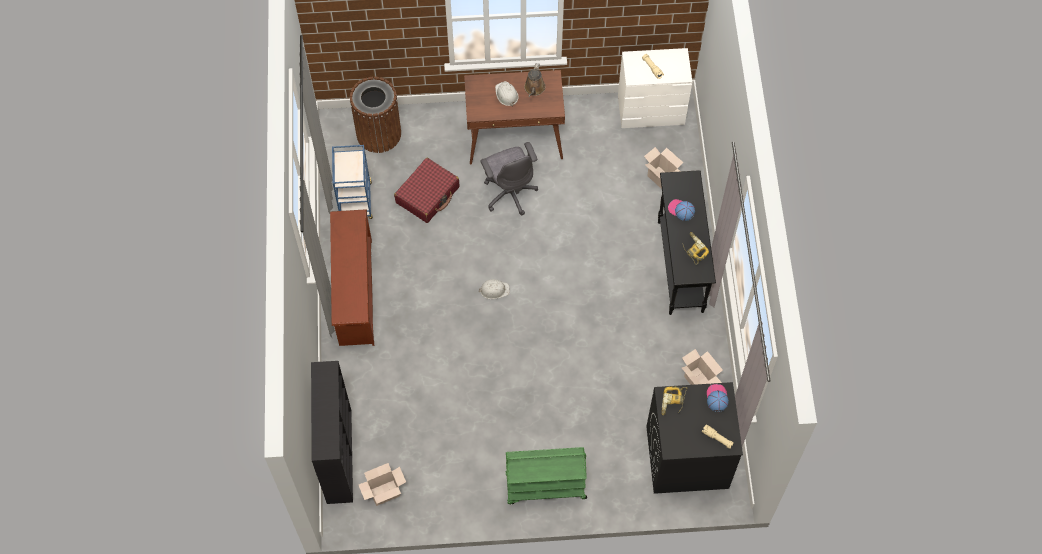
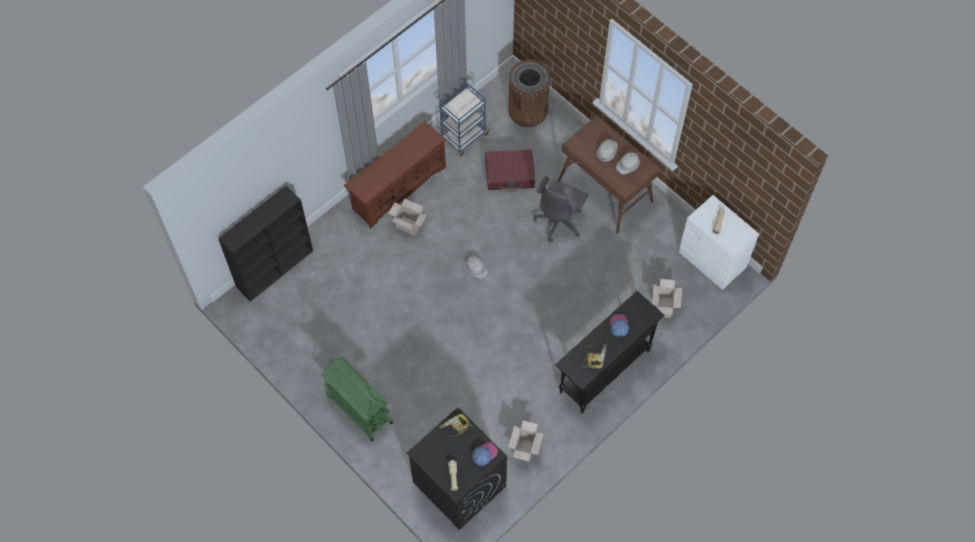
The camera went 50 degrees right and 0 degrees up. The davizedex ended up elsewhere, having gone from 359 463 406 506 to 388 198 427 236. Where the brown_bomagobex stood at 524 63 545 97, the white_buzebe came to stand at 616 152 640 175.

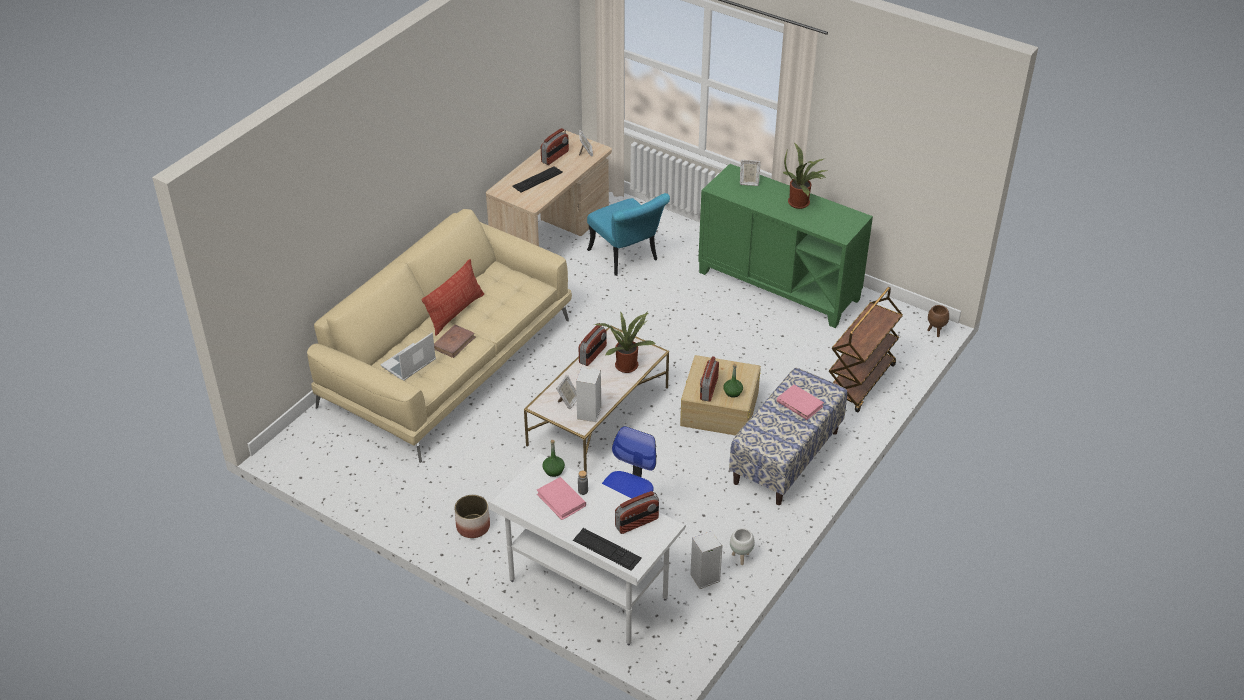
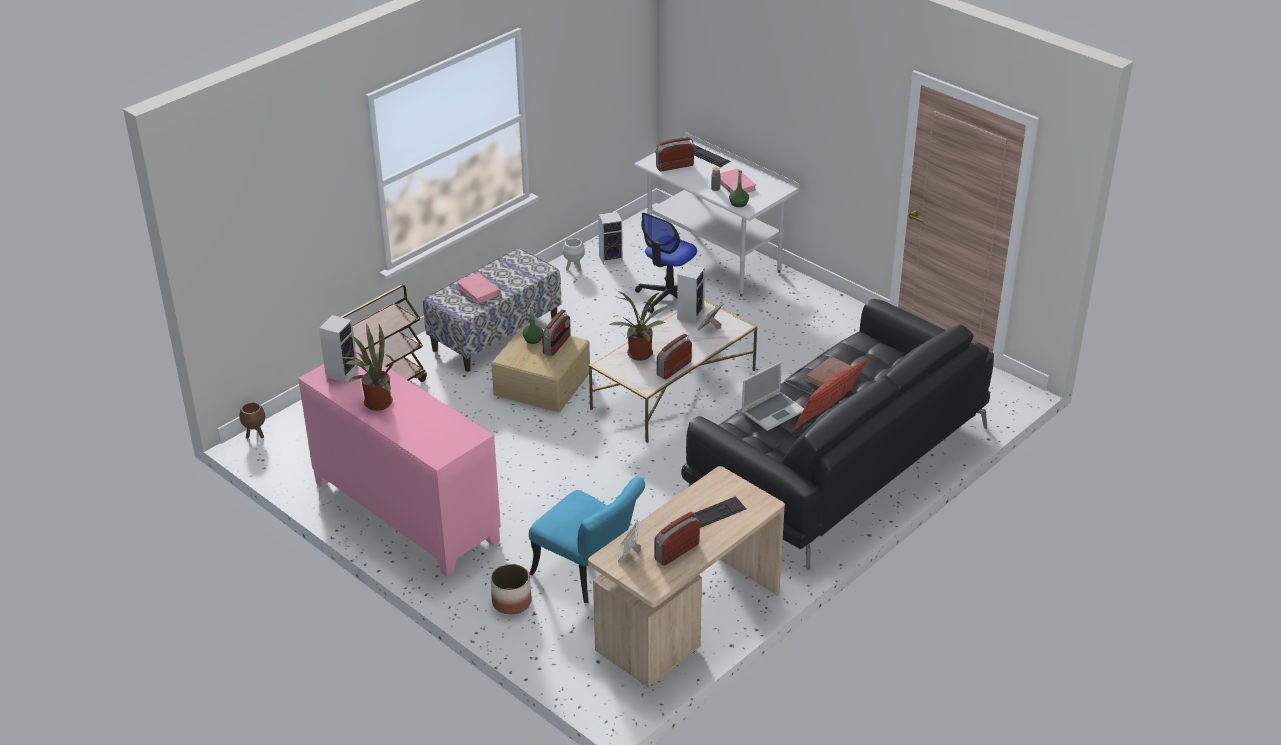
The camera went 170 degrees left and 5 degrees down. The second view lost the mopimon at 740 160 761 186. The second view gained the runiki at 319 315 358 382. The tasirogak ended up elsewhere, having gone from 381 333 436 381 to 741 361 804 431. The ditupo ended up elsewhere, having gone from 454 495 490 538 to 491 564 532 614. What was the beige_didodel at 307 209 572 463 turned into the black_didodel at 681 299 994 570. What was the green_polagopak at 698 164 873 328 turned into the pink_polagopak at 298 347 501 577. The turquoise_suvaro at 587 193 670 276 ended up facing another way, 150 degrees clockwise from before.

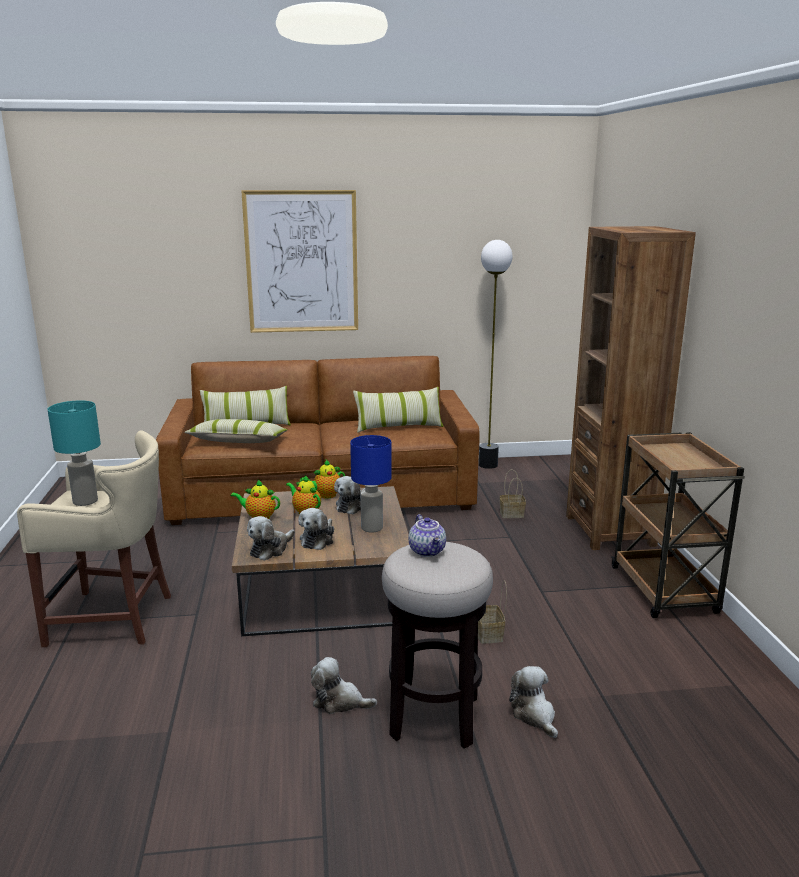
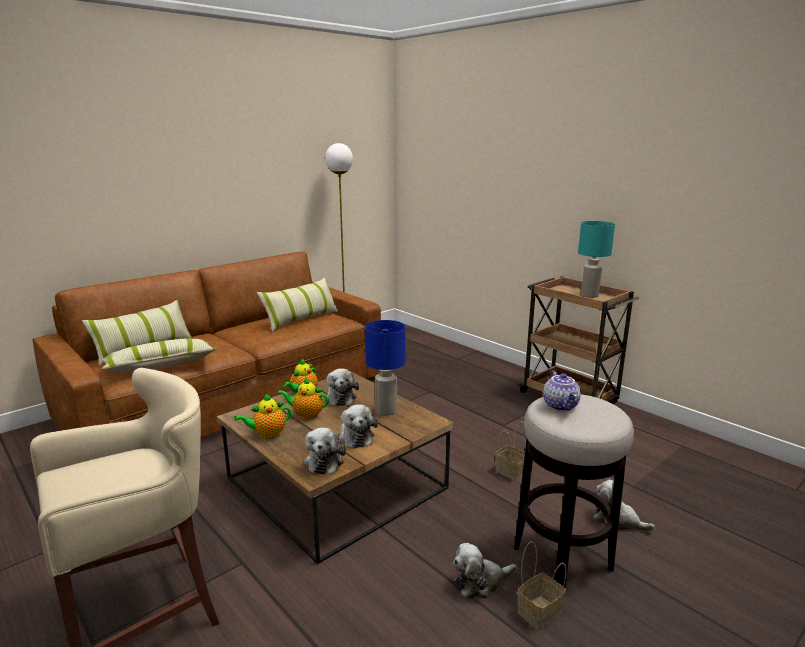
The camera went 35 degrees left and 0 degrees up. The second view lost the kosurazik at 241 190 358 333. The second view lost the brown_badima at 566 226 696 550. The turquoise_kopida ended up elsewhere, having gone from 48 400 101 506 to 578 221 615 298. The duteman ended up elsewhere, having gone from 500 469 526 518 to 517 541 566 630. The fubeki at 408 514 446 557 ended up facing another way, 45 degrees clockwise from before.

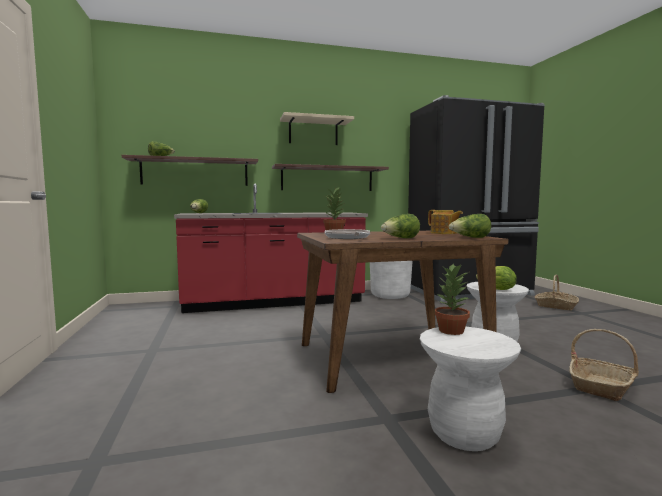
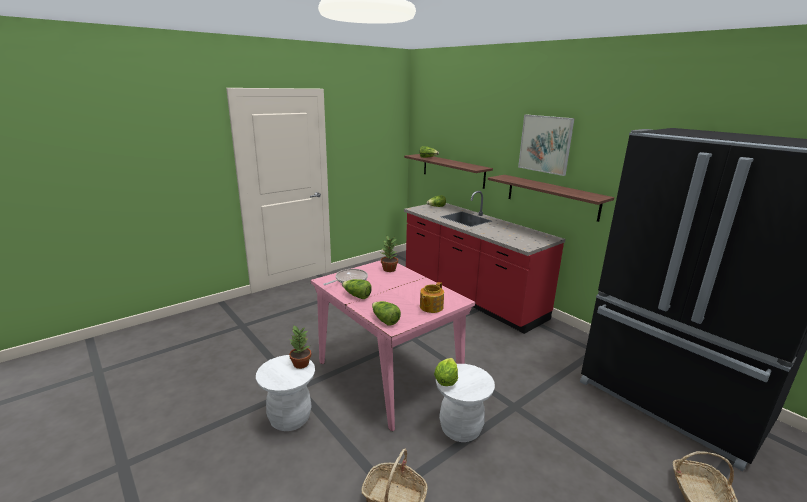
The camera went 65 degrees right and 15 degrees up. The second view lost the white_ditupo at 370 261 413 299. Where the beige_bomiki hung at 280 112 354 145, the kosurazik came to hang at 518 114 575 176. What was the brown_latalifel at 297 231 509 393 turned into the pink_latalifel at 311 260 475 431.

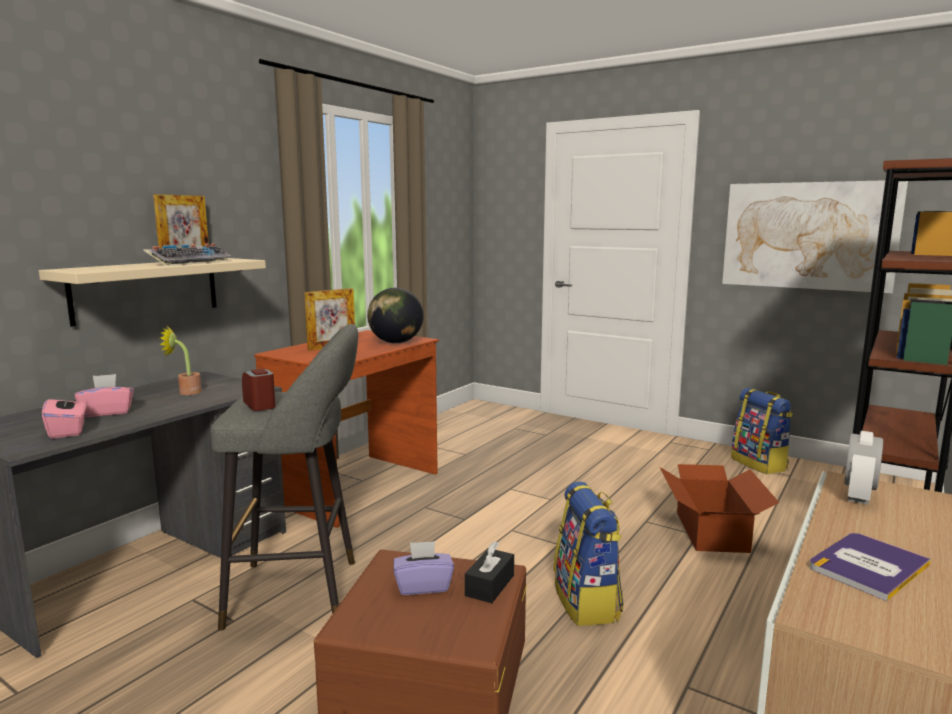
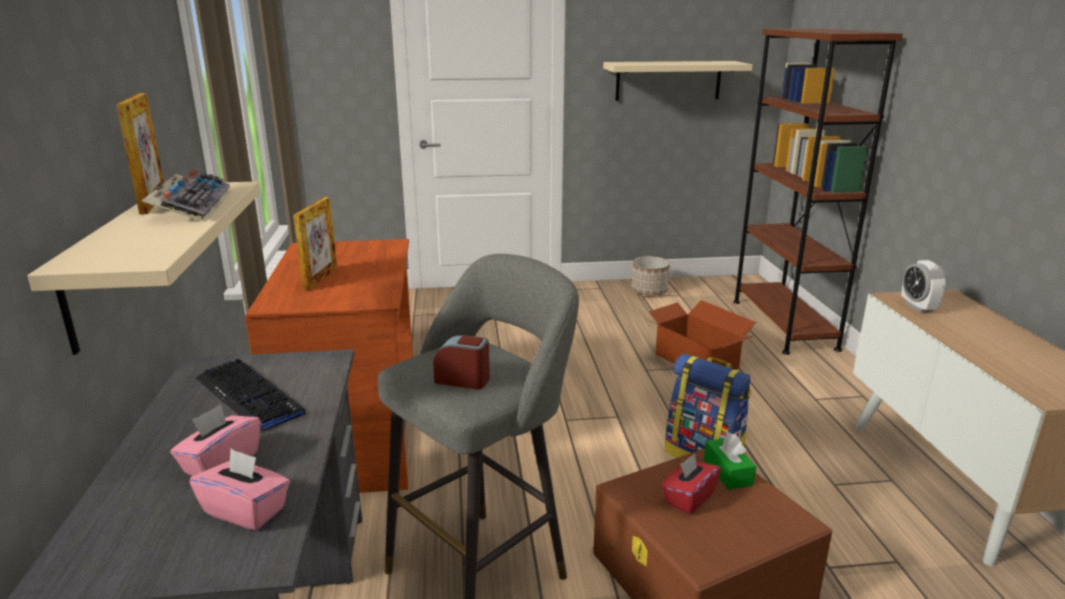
The camera went 40 degrees left and 10 degrees up. The second view lost the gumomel at 367 288 423 343. The second view lost the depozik at 809 533 931 601. Where the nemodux stood at 159 326 202 395, the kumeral came to stand at 196 359 306 431. Where the kosurazik hung at 722 180 908 293, the beige_bomiki came to hang at 603 61 753 101. Where the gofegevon stood at 731 388 793 474, the ditupo came to stand at 631 256 670 295. What was the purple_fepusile at 394 541 454 595 turned into the red_fepusile at 661 453 721 514. What was the black_fepusile at 465 541 514 603 turned into the green_fepusile at 704 432 756 490.

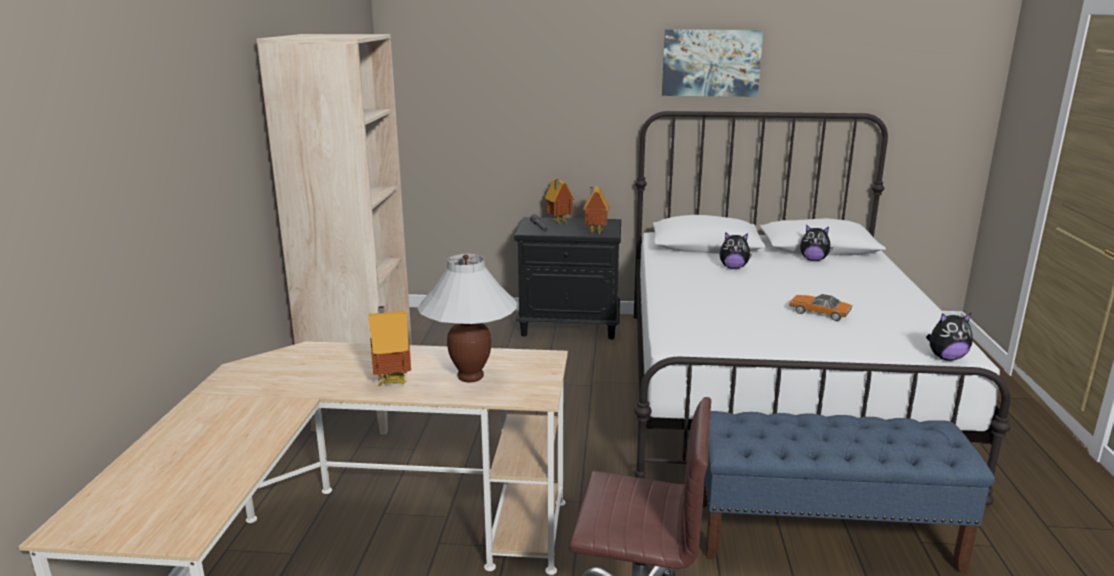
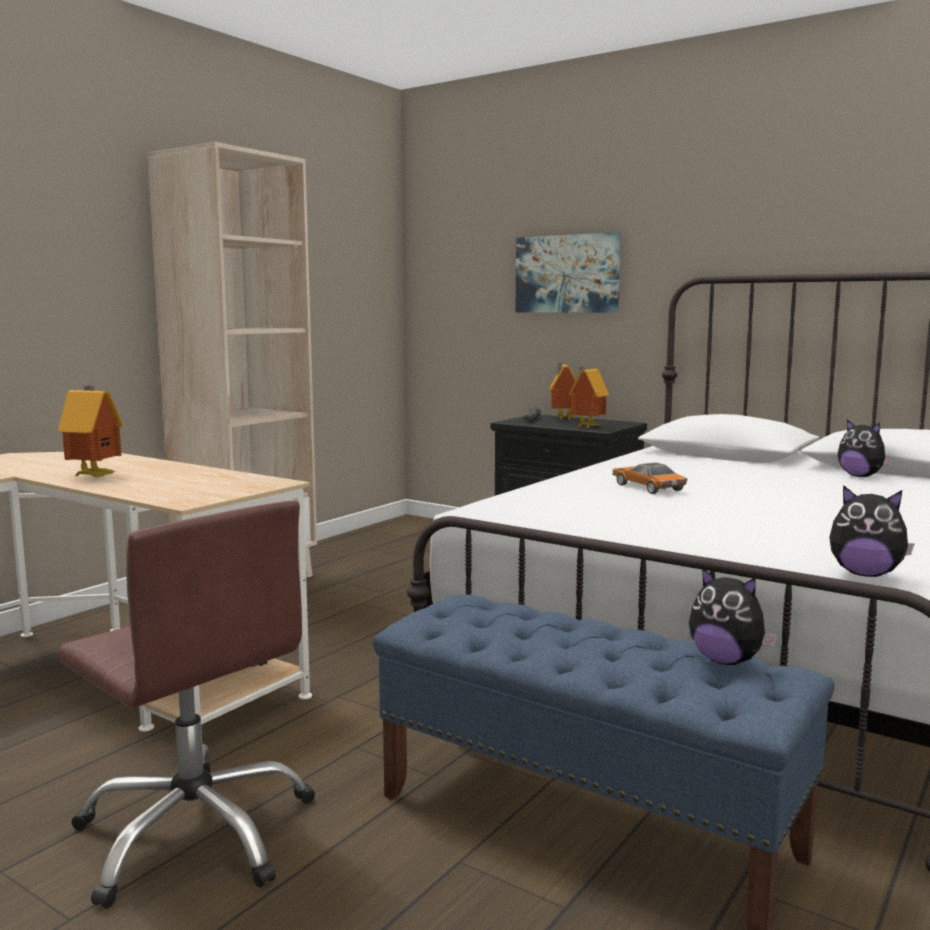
The camera went 30 degrees right and 10 degrees down. The second view lost the white_kopida at 418 254 517 382. The kosurazik ended up elsewhere, having gone from 662 30 763 97 to 515 232 621 313. The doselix ended up elsewhere, having gone from 720 232 752 269 to 689 567 778 665. The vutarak ended up elsewhere, having gone from 789 294 852 321 to 612 463 688 494.

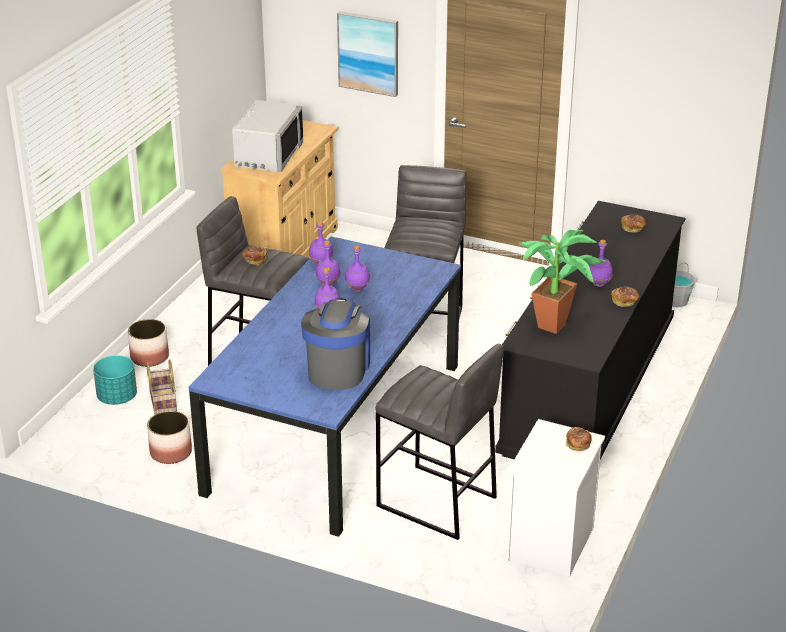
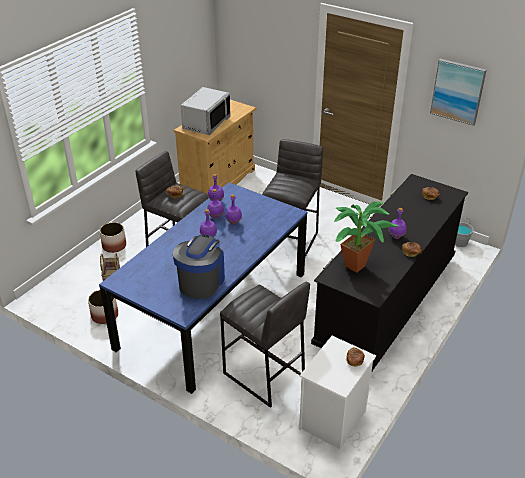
The camera went 10 degrees right and 5 degrees up. The second view lost the turquoise_ditupo at 93 355 137 405. The kosurazik ended up elsewhere, having gone from 337 11 398 97 to 430 59 486 126.

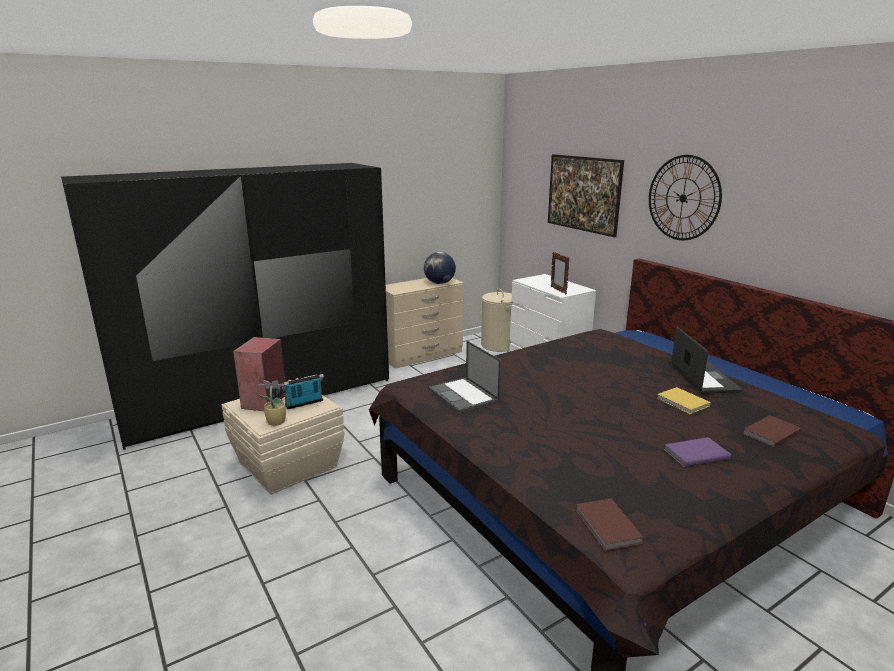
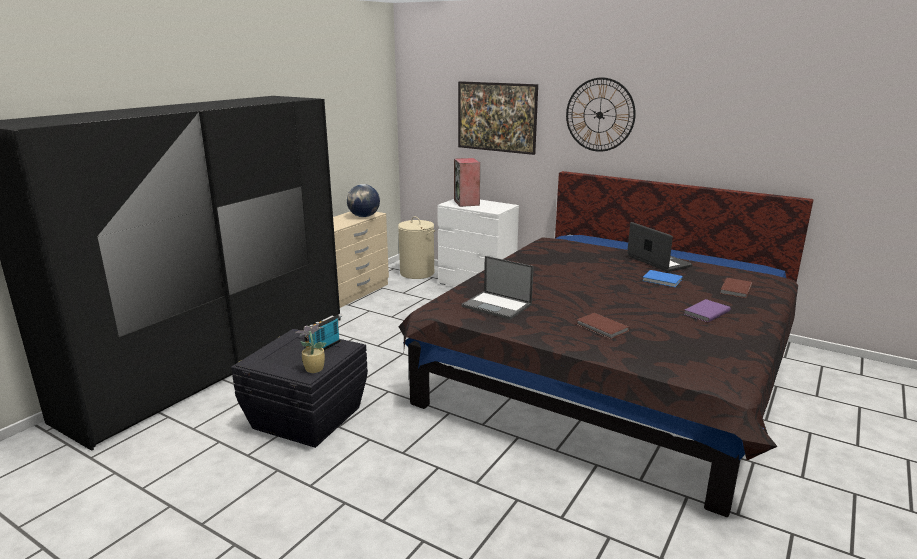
The camera went 25 degrees left and 0 degrees up. The second view lost the mopimon at 551 252 570 294. The runiki ended up elsewhere, having gone from 233 337 285 411 to 454 158 480 207. The brown_depozik ended up elsewhere, having gone from 576 499 645 551 to 577 313 630 339. What was the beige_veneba at 222 395 344 495 turned into the black_veneba at 231 329 368 448. What was the yellow_depozik at 657 387 710 414 turned into the blue_depozik at 642 270 683 287.

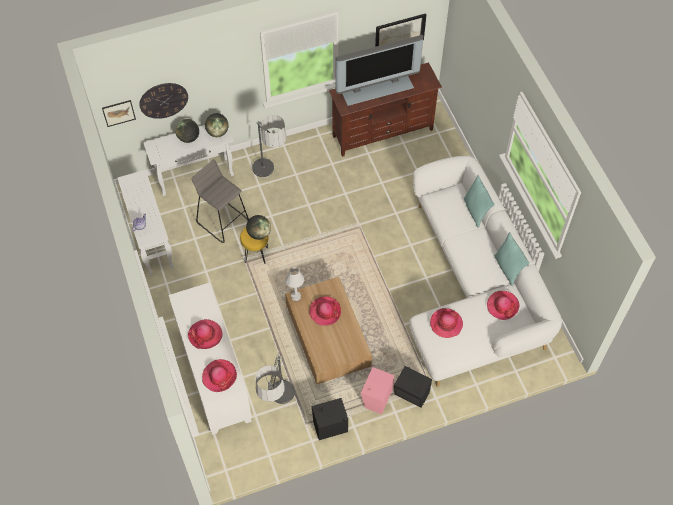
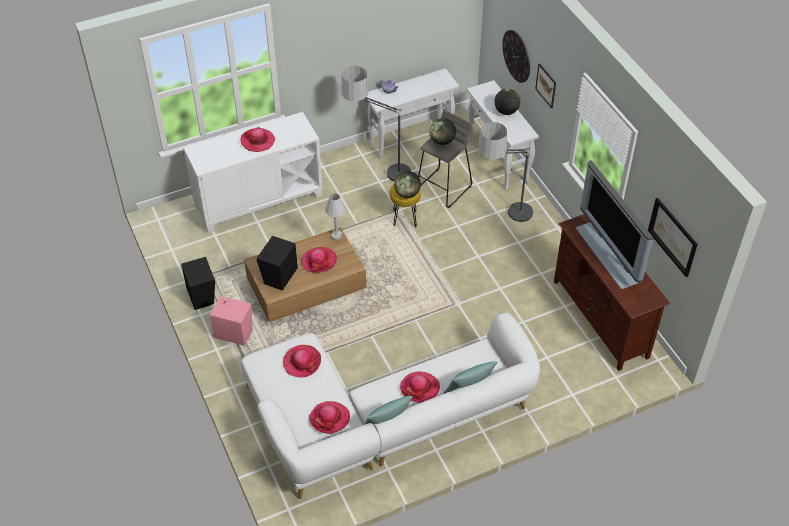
The camera went 85 degrees right and 10 degrees down. The kosurazik ended up elsewhere, having gone from 102 100 136 127 to 535 64 556 108. The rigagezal ended up elsewhere, having gone from 202 359 237 392 to 400 371 440 403. The gumomel ended up elsewhere, having gone from 205 113 229 137 to 429 118 456 145. The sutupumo ended up elsewhere, having gone from 255 354 296 407 to 341 66 411 186. The black_runiki ended up elsewhere, having gone from 394 366 432 408 to 256 236 298 291.

